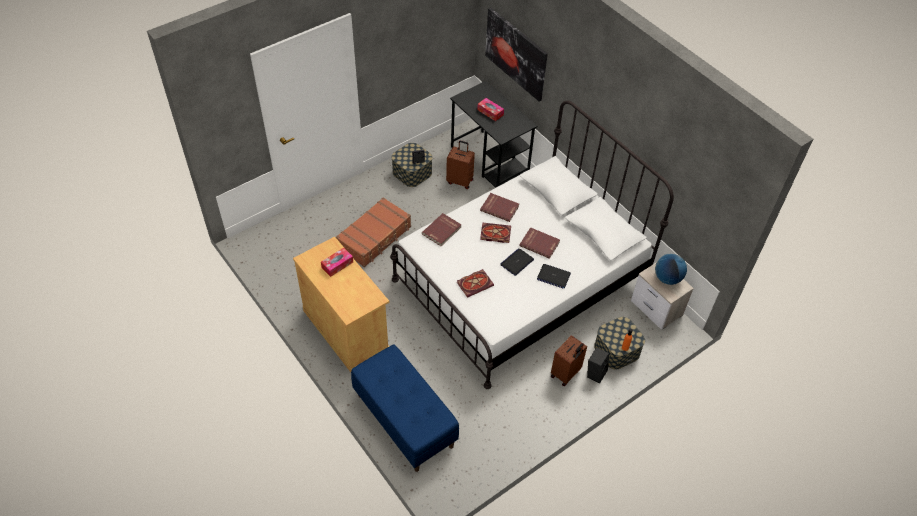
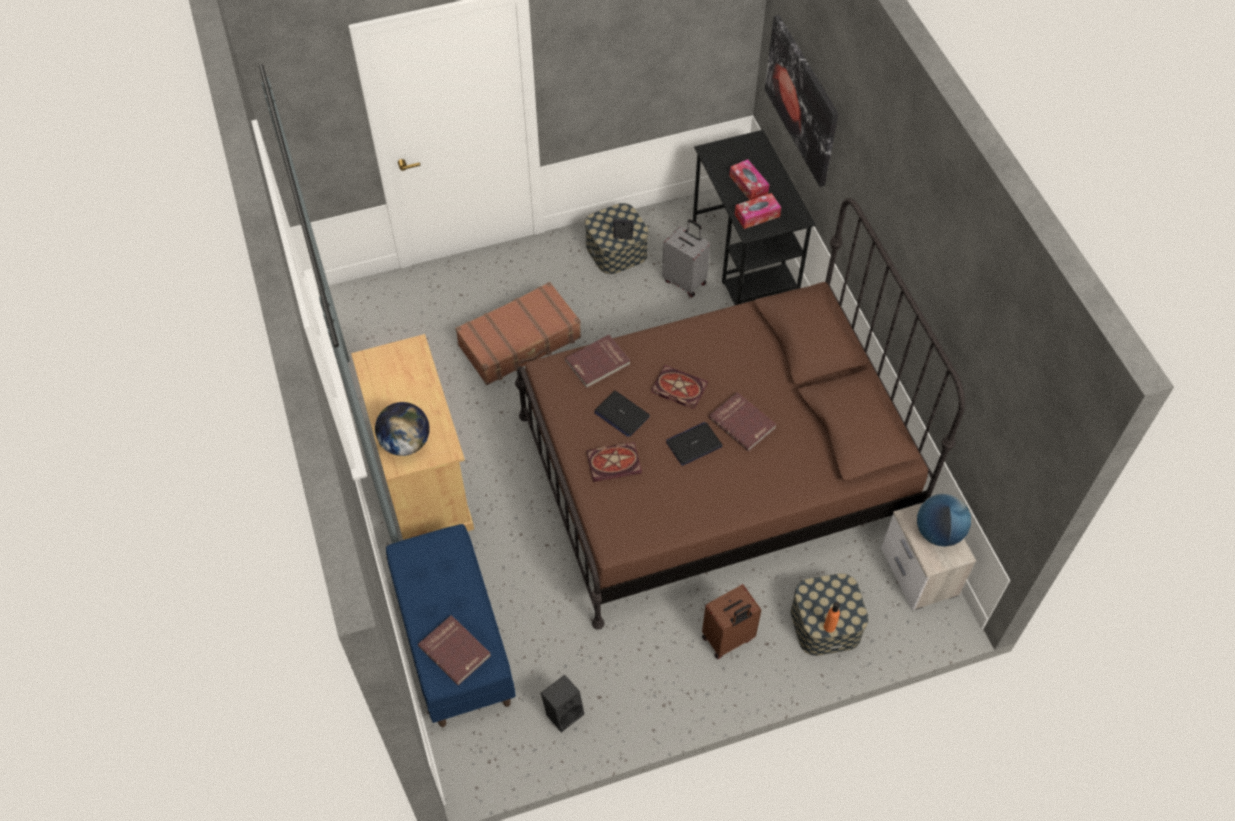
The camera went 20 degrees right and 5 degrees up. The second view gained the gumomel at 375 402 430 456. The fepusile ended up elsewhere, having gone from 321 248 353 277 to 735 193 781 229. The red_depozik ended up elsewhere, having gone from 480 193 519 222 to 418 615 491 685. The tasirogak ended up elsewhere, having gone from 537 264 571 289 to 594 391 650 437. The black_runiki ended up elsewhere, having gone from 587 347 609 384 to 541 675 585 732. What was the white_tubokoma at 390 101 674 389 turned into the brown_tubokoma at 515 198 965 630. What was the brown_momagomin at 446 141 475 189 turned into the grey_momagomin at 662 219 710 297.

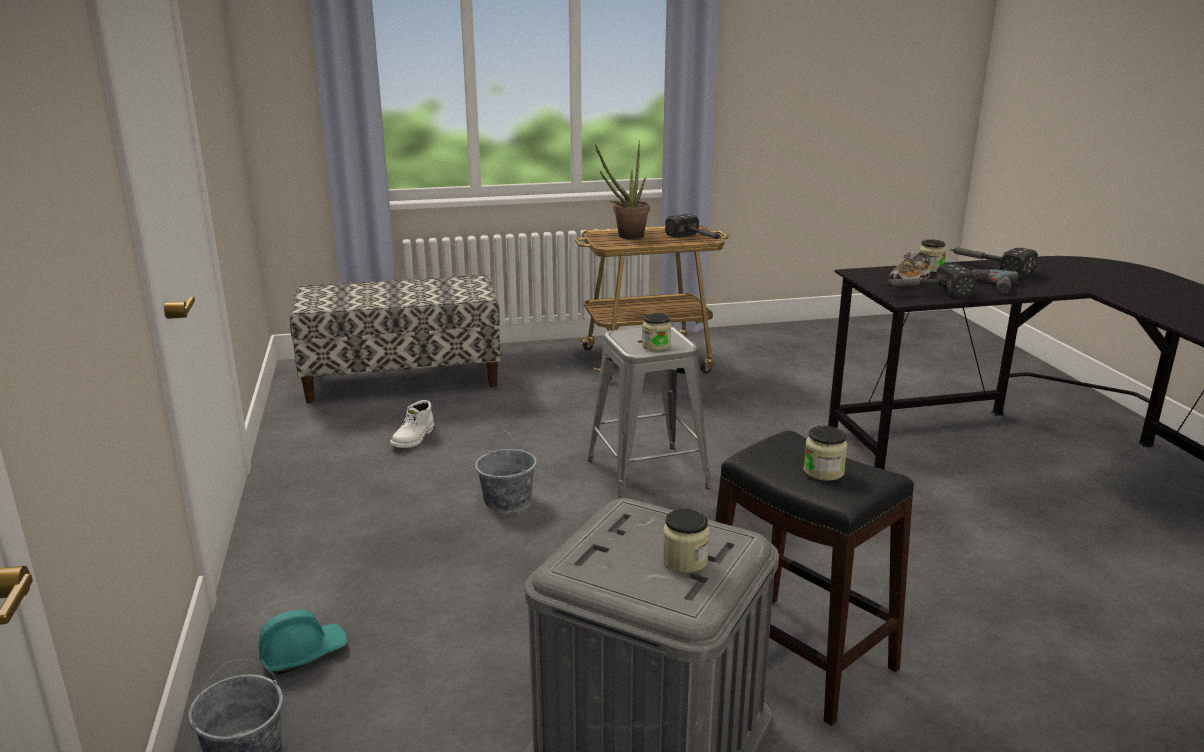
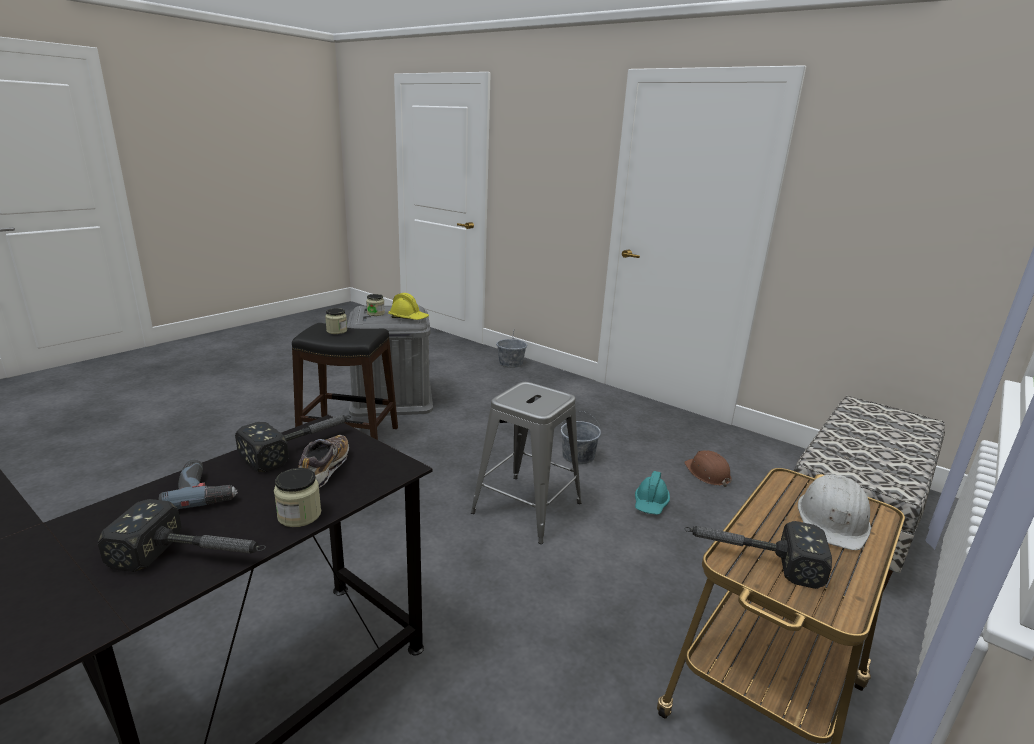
The camera went 140 degrees right and 0 degrees up. The second view lost the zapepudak at 642 313 671 351. The second view gained the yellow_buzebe at 388 293 429 320. The turquoise_buzebe ended up elsewhere, having gone from 258 610 347 675 to 635 471 670 515. Where the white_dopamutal stood at 390 400 434 448, the brown_buzebe came to stand at 684 451 732 487. Where the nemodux stood at 595 140 650 239, the white_buzebe came to stand at 798 474 871 550.

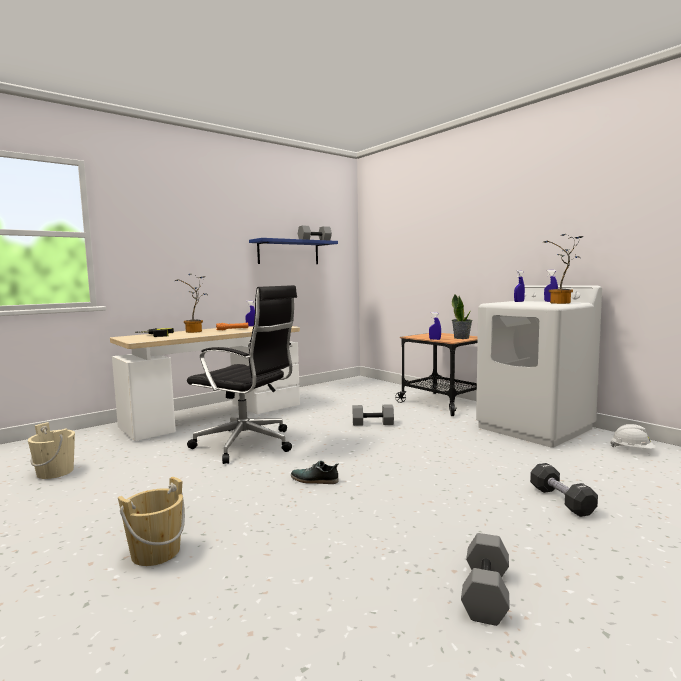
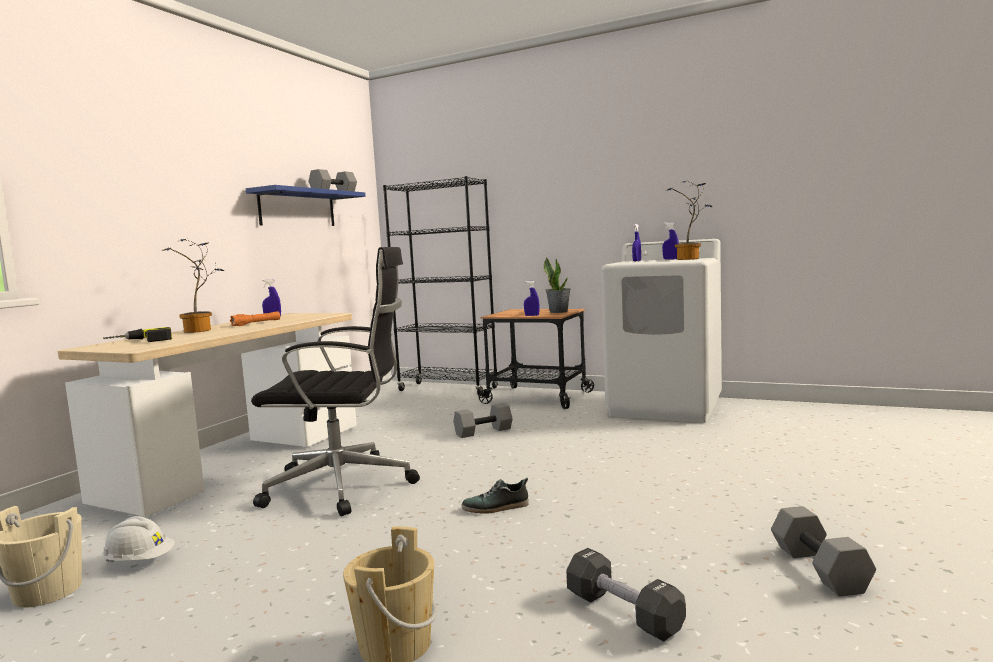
The camera went 25 degrees left and 0 degrees up. The second view gained the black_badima at 383 176 498 396. The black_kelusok ended up elsewhere, having gone from 530 463 598 517 to 566 548 686 641. The white_buzebe ended up elsewhere, having gone from 610 424 656 449 to 102 516 175 562.

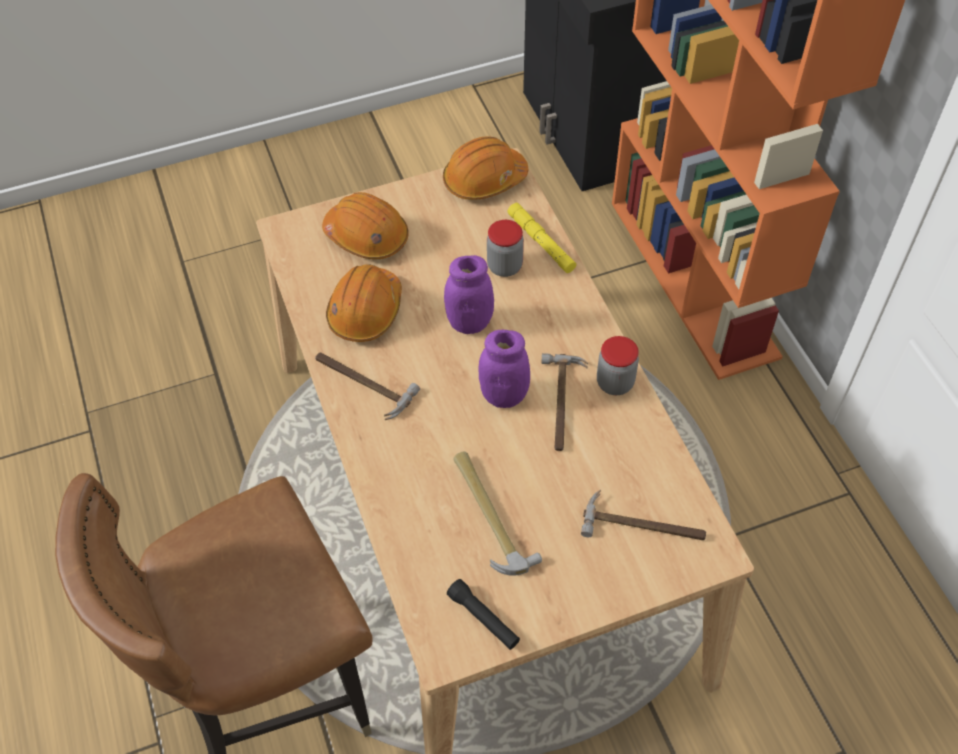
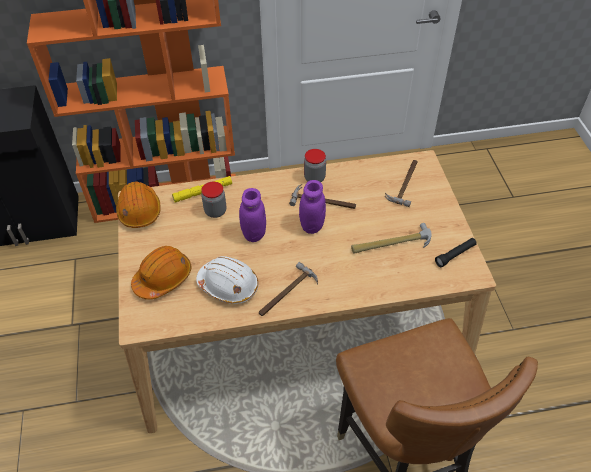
The camera went 80 degrees left and 5 degrees down. What was the orange_buzebe at 326 264 402 342 turned into the white_buzebe at 196 256 259 304.

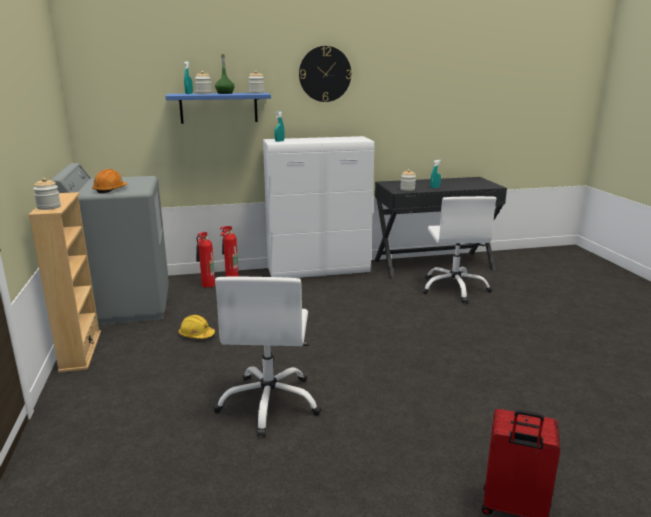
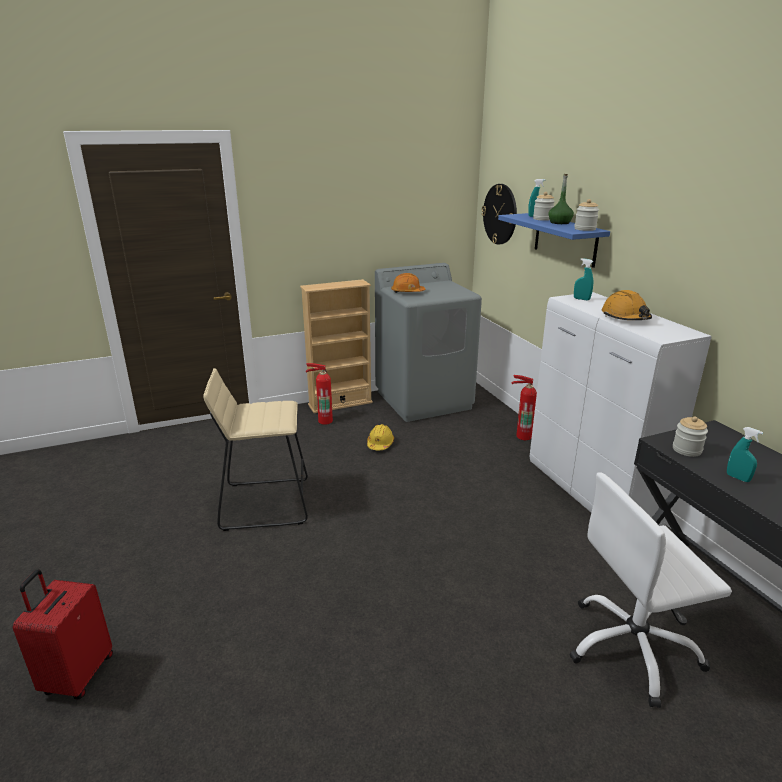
The camera went 80 degrees right and 5 degrees up. The second view lost the zapepudak at 33 178 61 210. The second view gained the orange_buzebe at 602 290 652 320. The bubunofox ended up elsewhere, having gone from 196 232 215 288 to 306 363 333 425. The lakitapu ended up elsewhere, having gone from 299 46 351 102 to 482 184 517 244. Where the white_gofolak stood at 213 277 322 437, the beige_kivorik came to stand at 203 368 308 531.

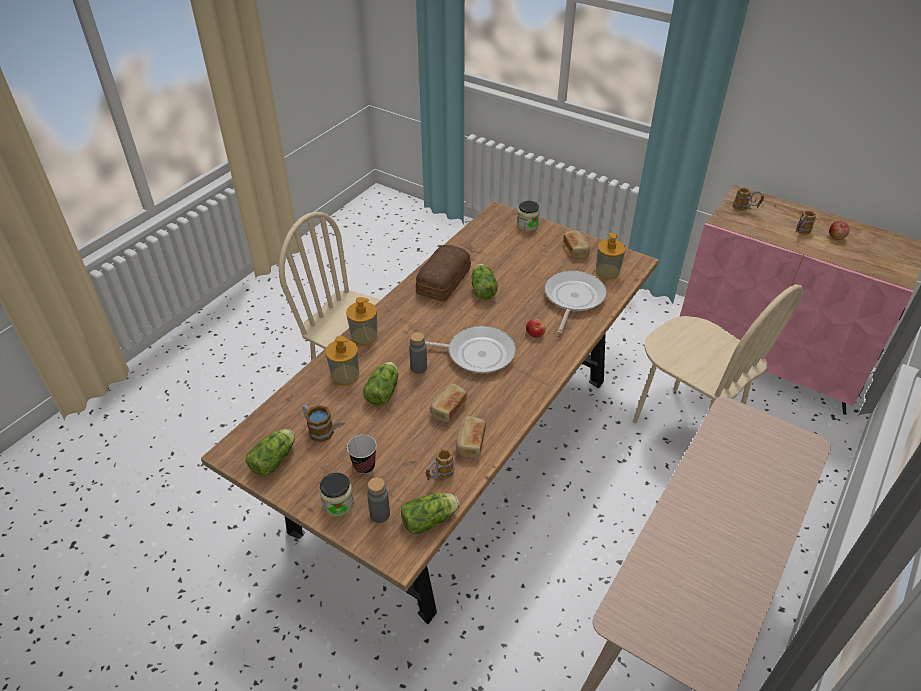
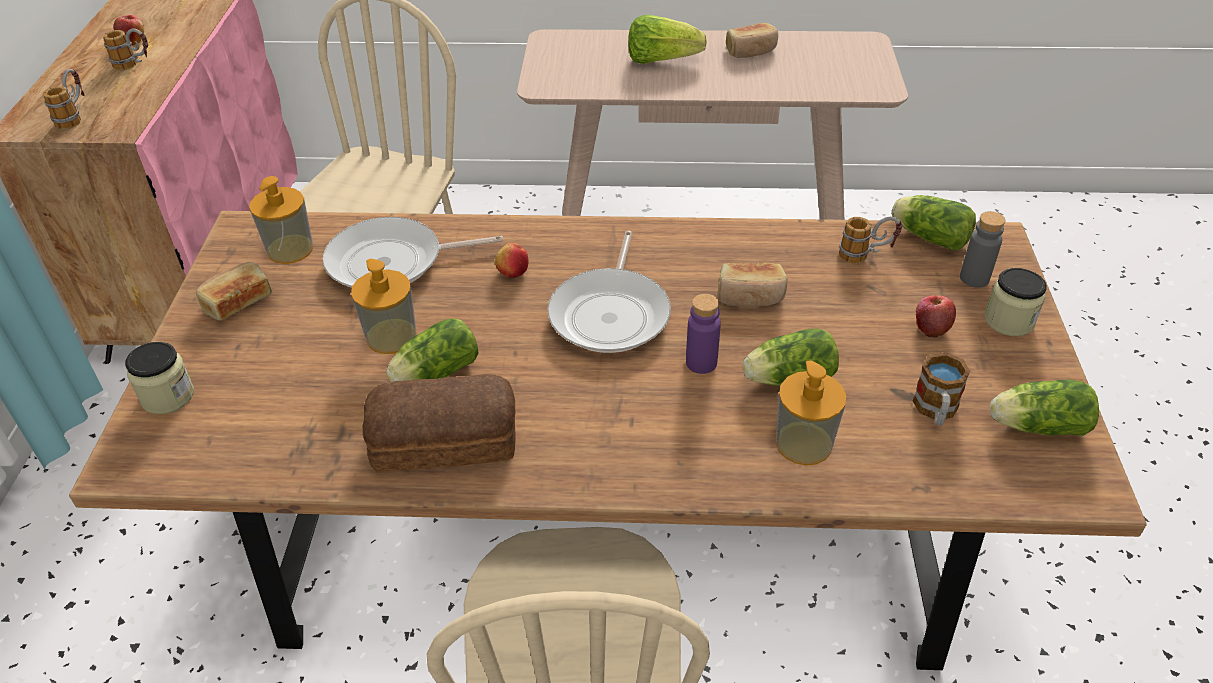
The camera went 120 degrees left and 0 degrees up. The second view gained the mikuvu at 628 15 707 64. The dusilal ended up elsewhere, having gone from 346 297 378 346 to 351 259 416 354. The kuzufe ended up elsewhere, having gone from 456 416 486 457 to 726 23 778 58. Where the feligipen stood at 347 435 377 474, the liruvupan came to stand at 916 295 956 338. What was the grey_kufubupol at 409 332 427 374 turned into the purple_kufubupol at 686 294 721 374. The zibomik at 425 326 516 373 ended up facing another way, 150 degrees counterclockwise from before.

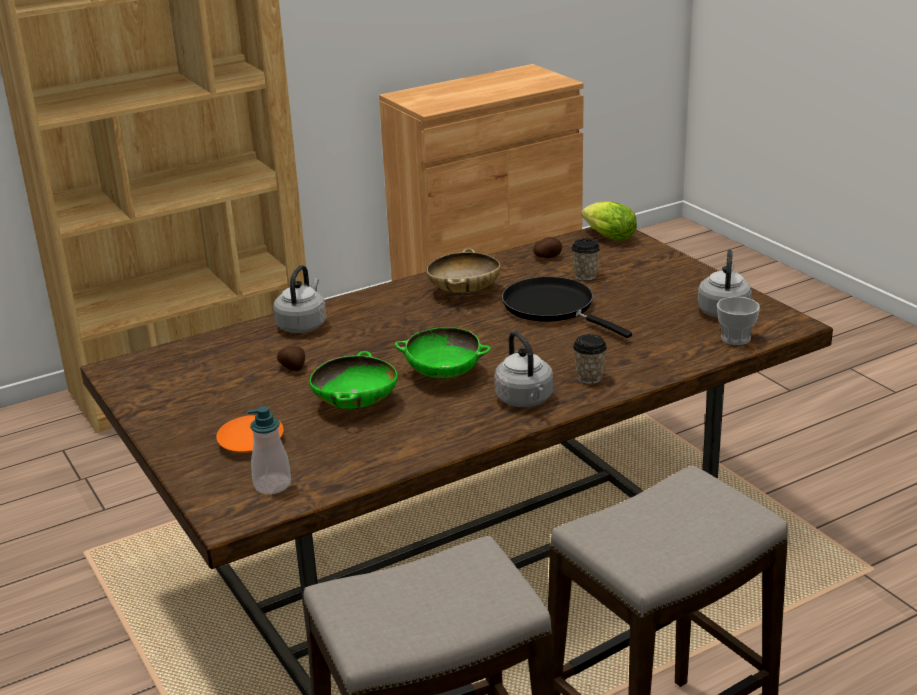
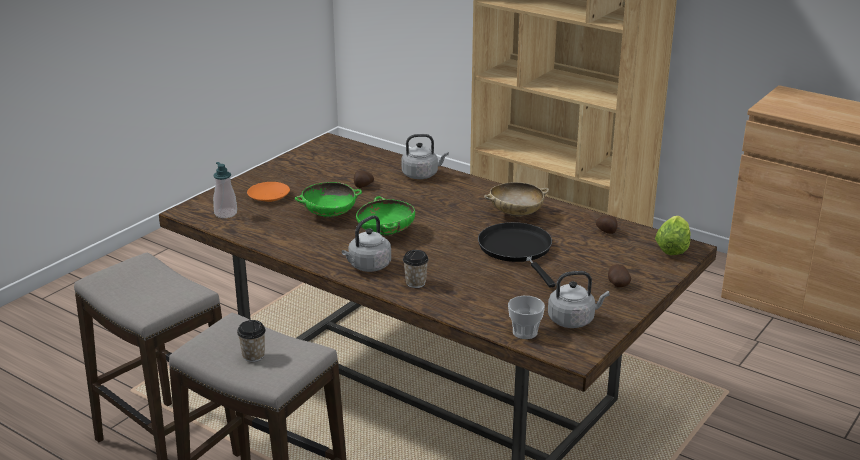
The camera went 65 degrees right and 0 degrees up. The second view gained the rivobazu at 608 264 631 287. The feligipen ended up elsewhere, having gone from 571 238 600 280 to 237 320 266 362. The black_zibomik at 502 277 632 338 ended up facing another way, 45 degrees counterclockwise from before.

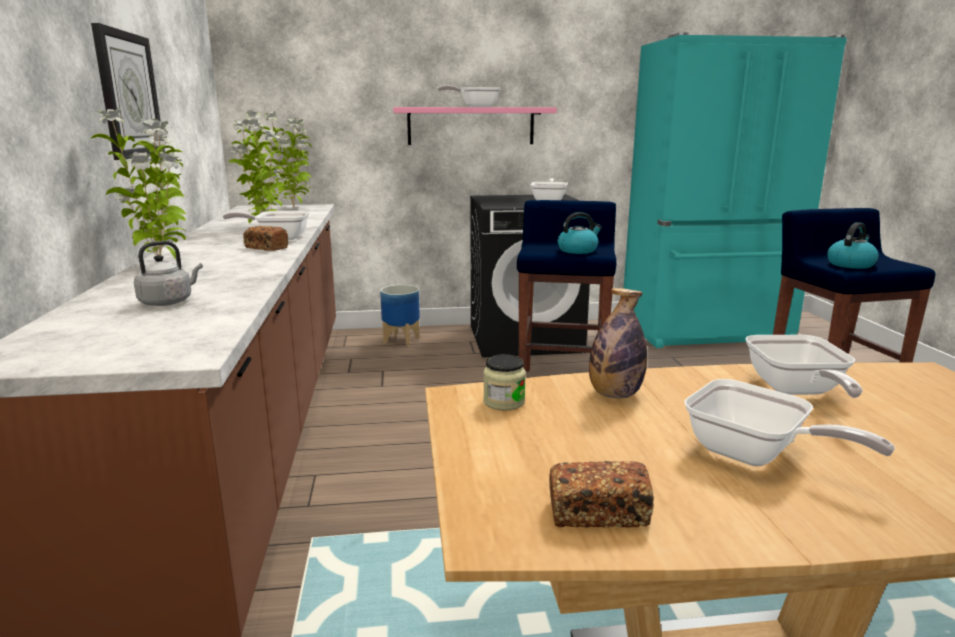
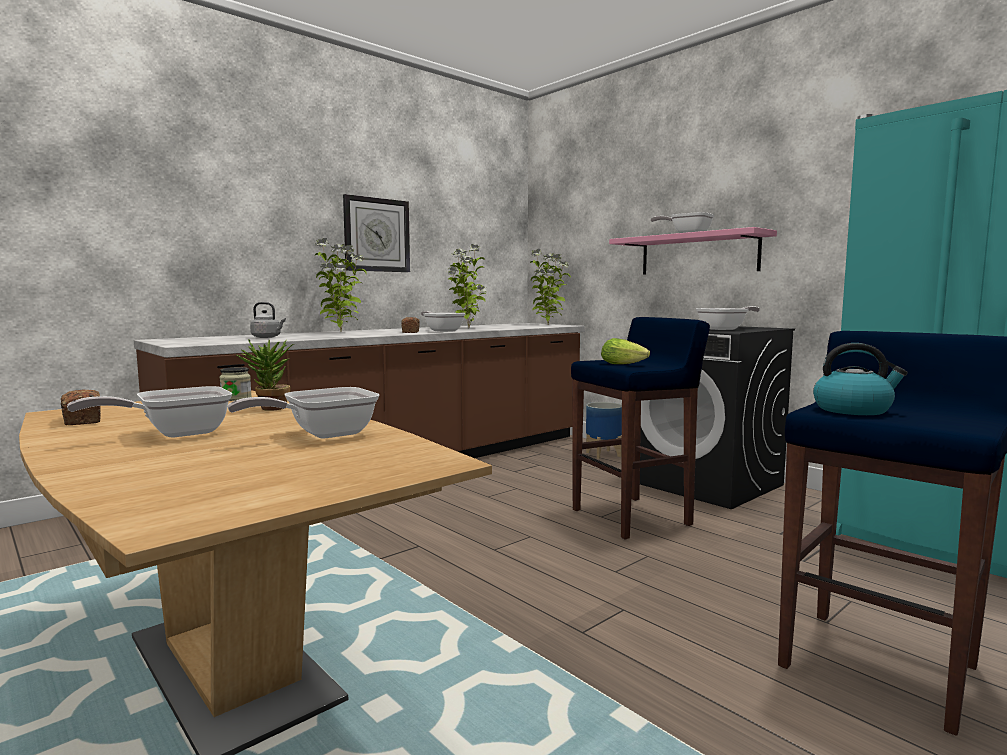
The camera went 55 degrees right and 10 degrees down. Where the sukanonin stood at 558 212 602 254, the mikuvu came to stand at 601 338 650 364. Where the kufubupol stood at 589 288 647 398, the nemodux came to stand at 237 339 294 411. The zibomik at 684 379 895 466 ended up facing another way, 45 degrees clockwise from before.

